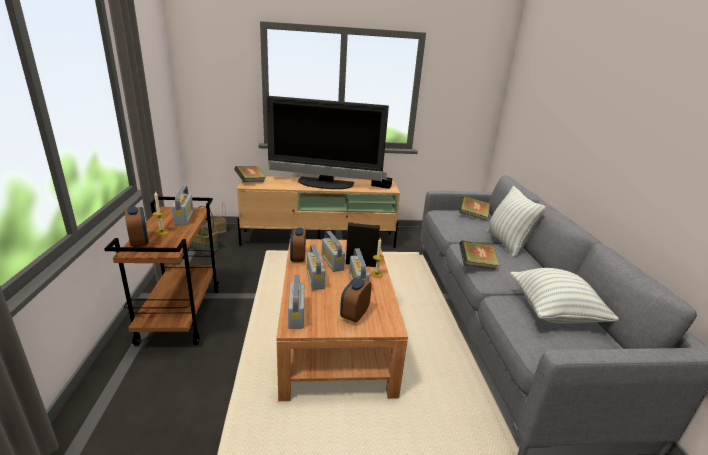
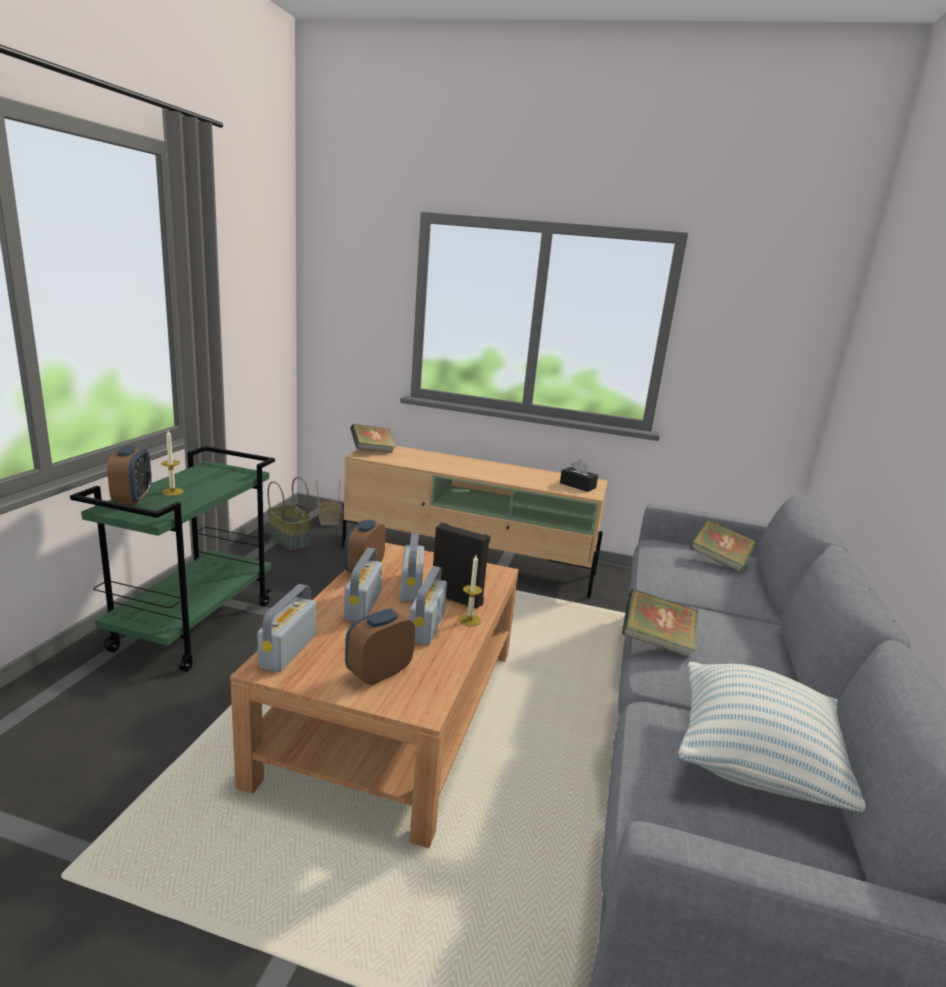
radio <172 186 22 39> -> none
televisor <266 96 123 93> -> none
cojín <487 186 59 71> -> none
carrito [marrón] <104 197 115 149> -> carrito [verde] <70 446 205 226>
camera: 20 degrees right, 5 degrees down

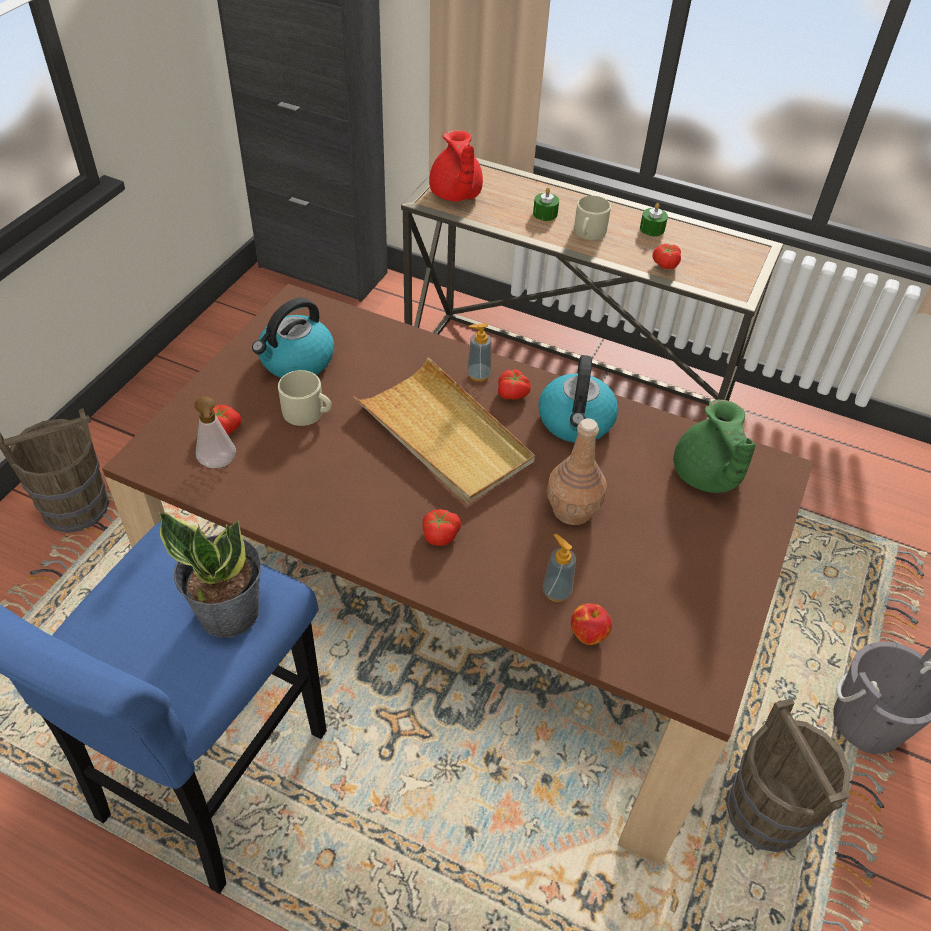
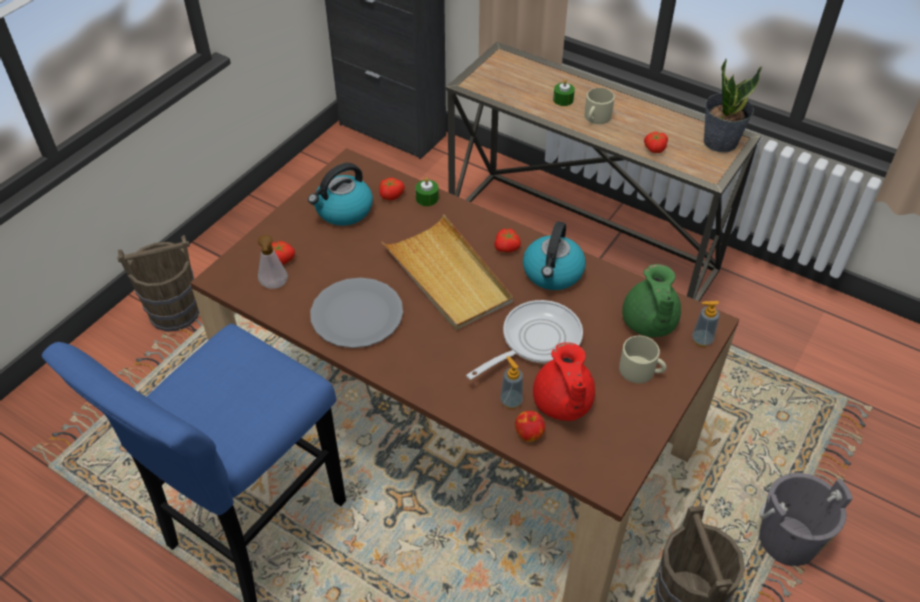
none -> plato [gris] <310 278 93 70>
planta en maceta <158 512 104 125> -> planta en maceta <704 58 58 95>, relocated
taza grande [beis] <278 370 54 56> -> taza grande [beis] <619 336 47 47>, relocated
tomate <422 509 39 37> -> tomate <379 178 26 23>, relocated
tetera [rojo] <429 130 54 72> -> tetera [rojo] <533 342 62 79>, relocated
dispensador de jabón <467 323 25 59> -> dispensador de jabón <692 301 28 46>, relocated
vela [verde] <640 203 28 33> -> vela [verde] <415 177 24 29>, relocated
botella [marrón] <547 418 60 107> -> sartén <466 300 117 80>
camera: 10 degrees right, 0 degrees up

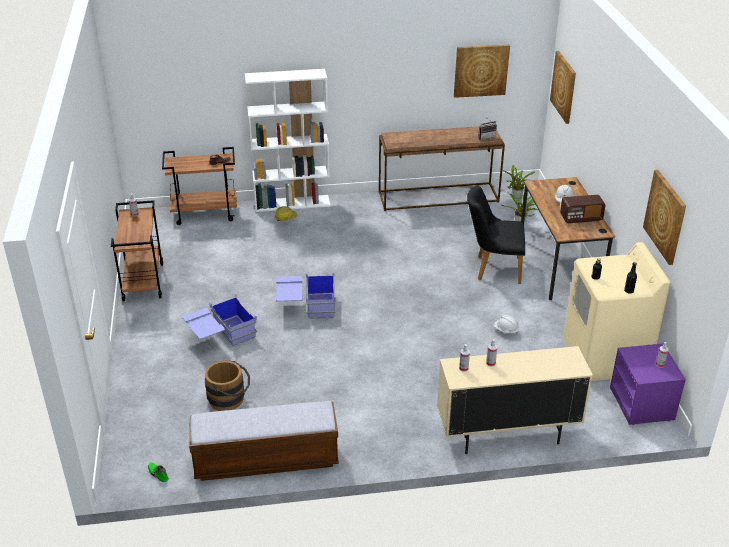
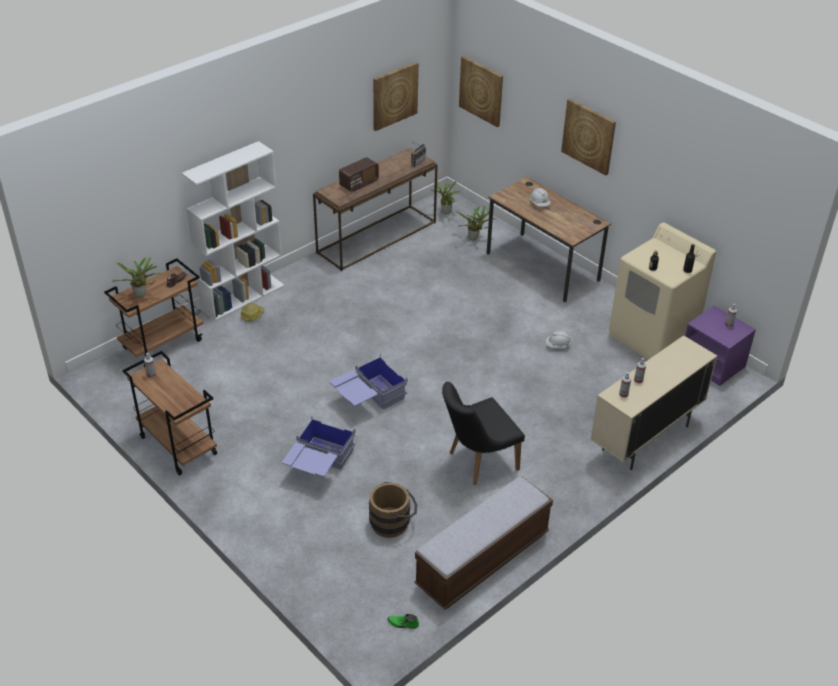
none -> planta en maceta <114 257 51 41>
silla [negro] <467 186 58 98> -> silla [negro] <442 382 83 103>, relocated
radio <560 195 46 28> -> radio <339 157 40 35>, relocated
cuadro <643 170 43 95> -> cuadro <561 99 55 77>, relocated
camera: 35 degrees left, 5 degrees up

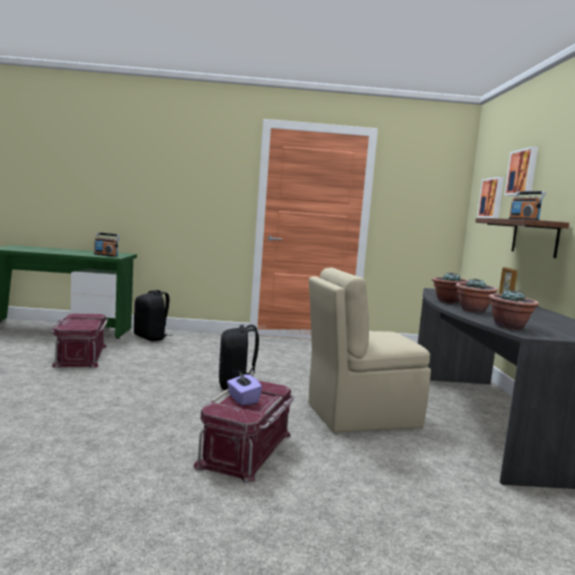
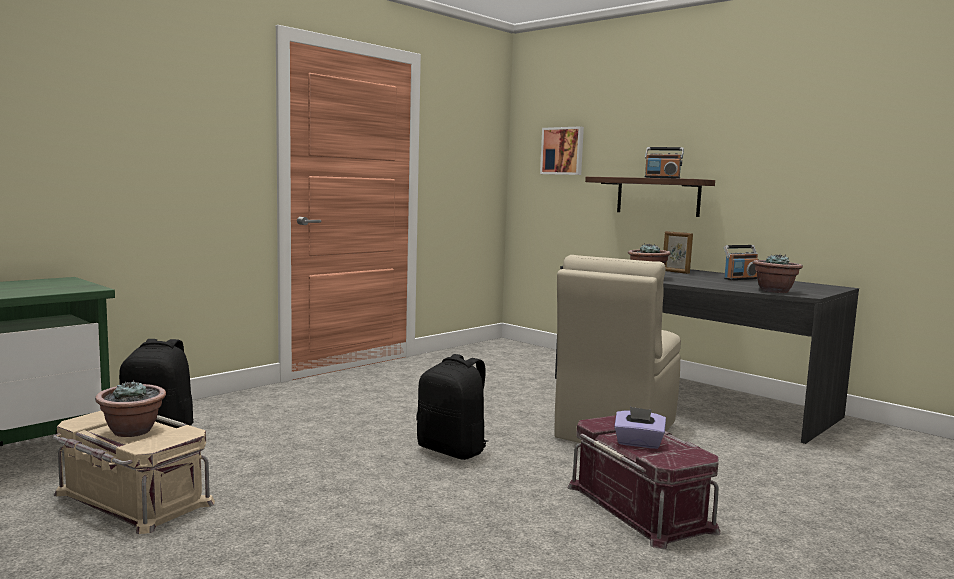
cuadro <504 146 34 50> -> none
radio <94 232 26 25> -> radio <724 245 35 35>, relocated
planta en maceta <455 278 43 35> -> planta en maceta <95 380 71 57>, relocated
caja de almacenaje [rojo] <51 314 57 54> -> caja de almacenaje [beis] <53 411 162 123>
camera: 45 degrees left, 0 degrees up

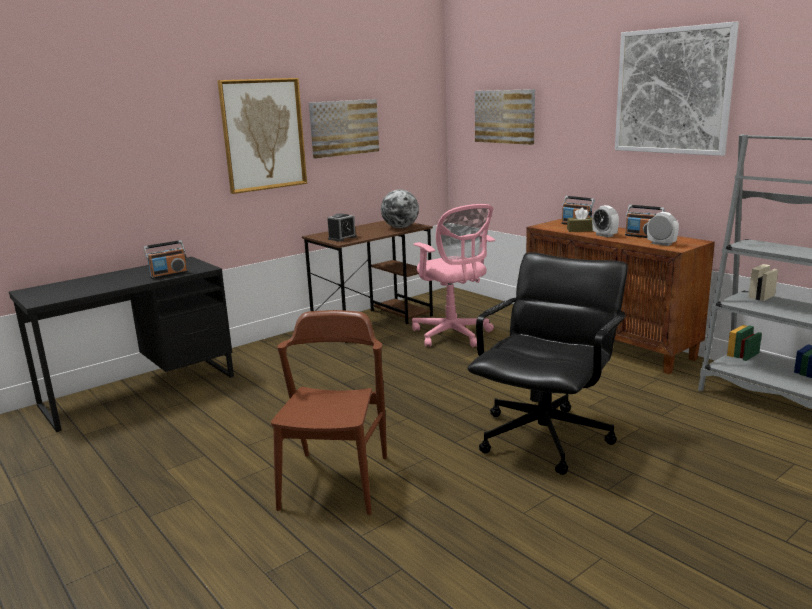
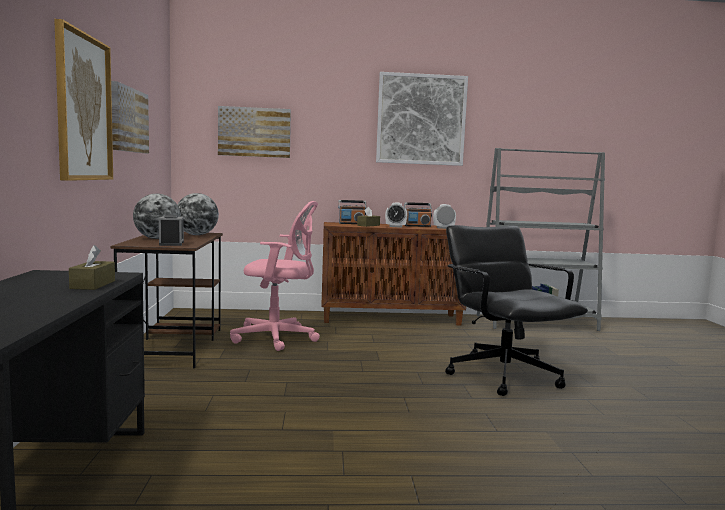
silla [marrón] <271 310 116 205> -> none
none -> globo terráqueo <133 194 48 45>
radio <143 240 45 39> -> caja de pañuelos [marrón] <69 245 46 45>
camera: 55 degrees left, 10 degrees down

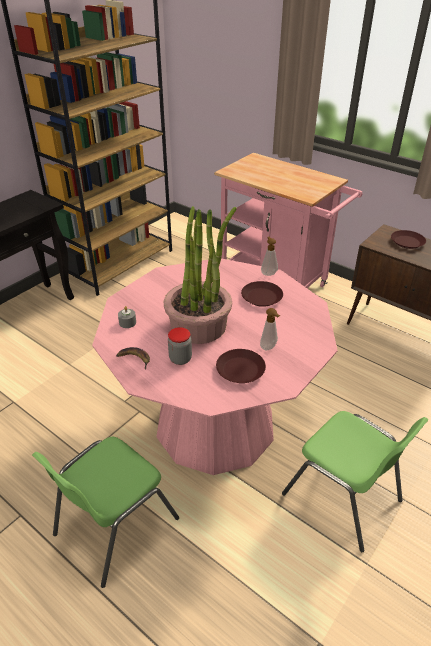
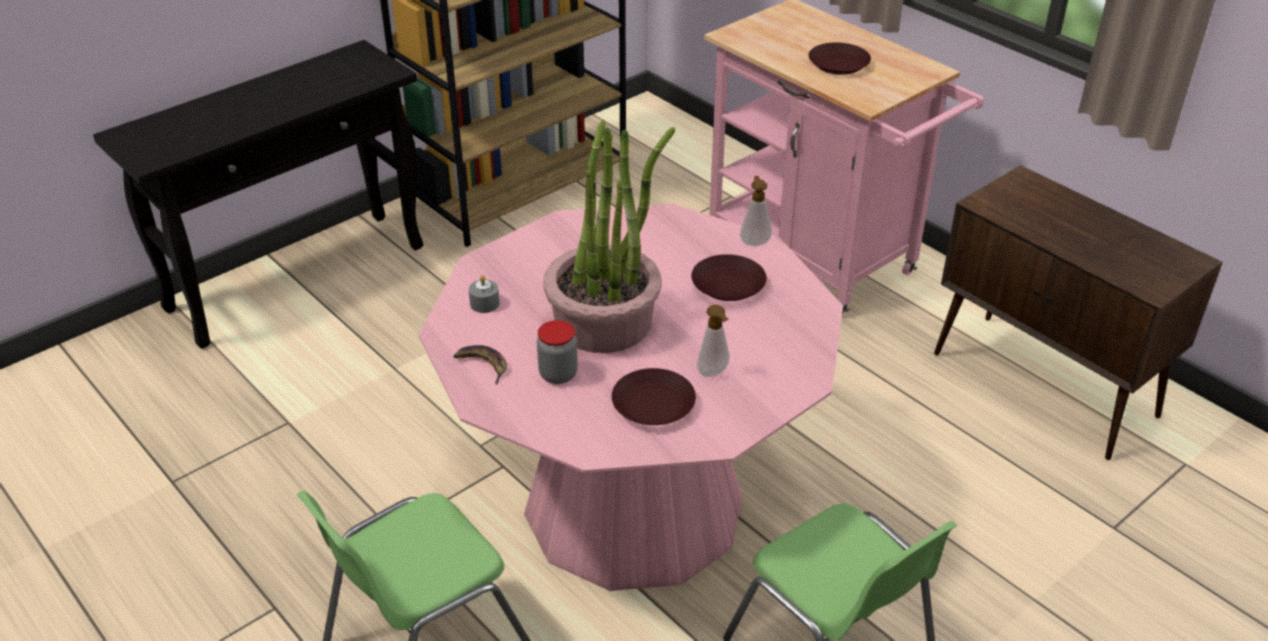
plato [marrón] <391 230 35 19> -> plato [marrón] <809 42 62 33>, relocated
camera: 10 degrees right, 0 degrees up

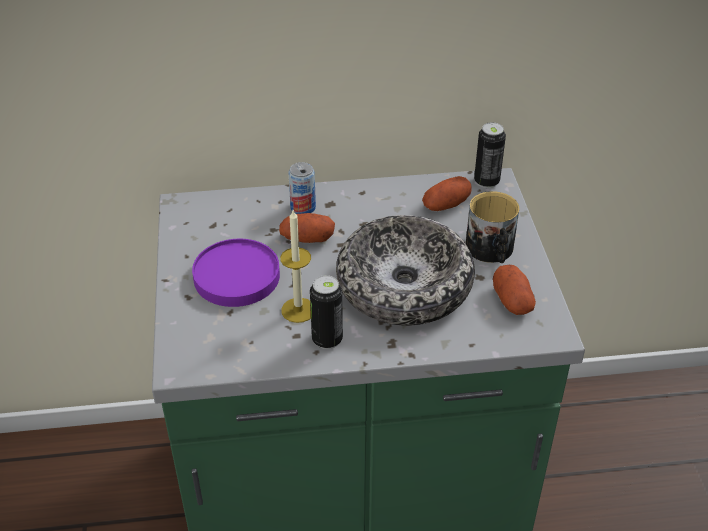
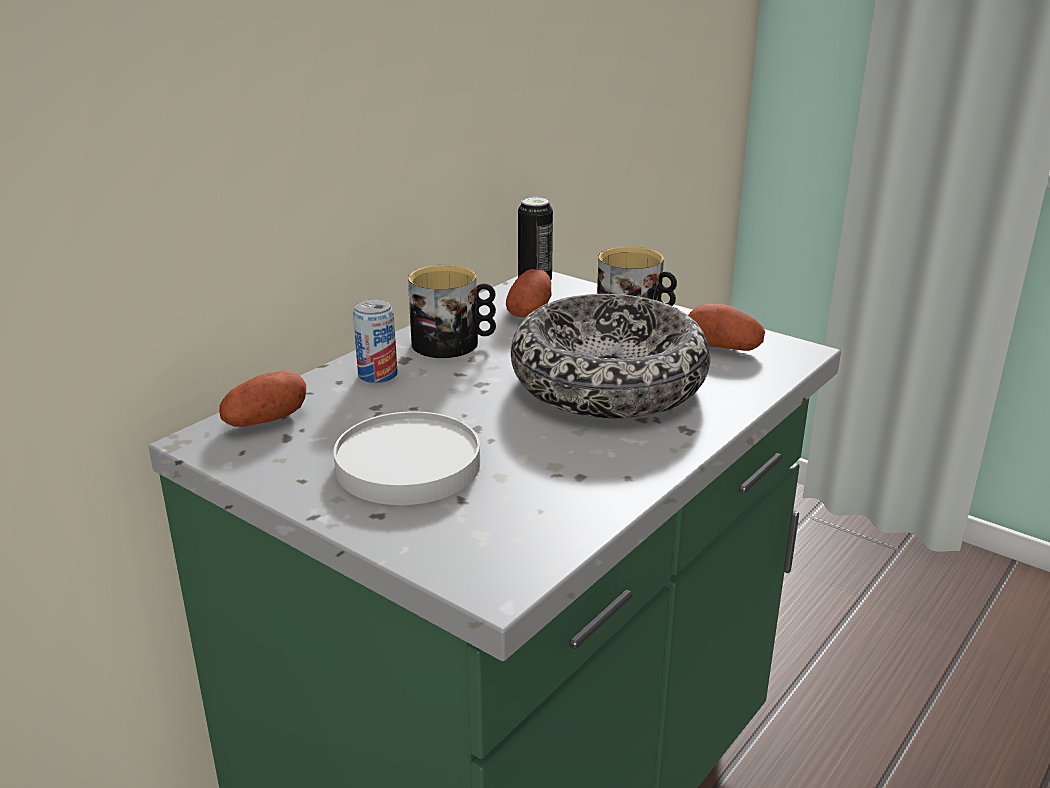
vela <280 210 31 113> -> none
lata <310 275 33 74> -> none
none -> taza grande <408 265 88 93>
patata <279 213 56 30> -> patata <219 370 87 57>, relocated
plato [morado] <192 239 88 68> -> plato [blanco] <334 411 146 94>
camera: 45 degrees left, 15 degrees down

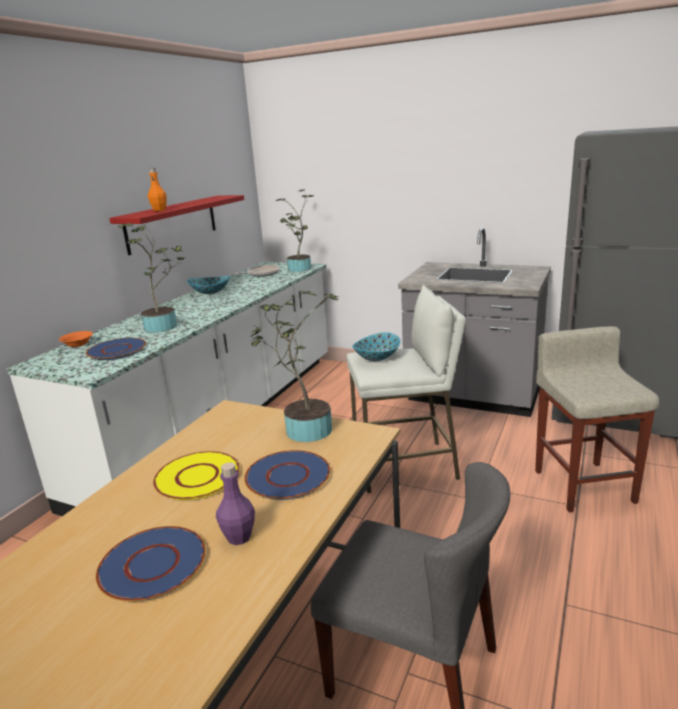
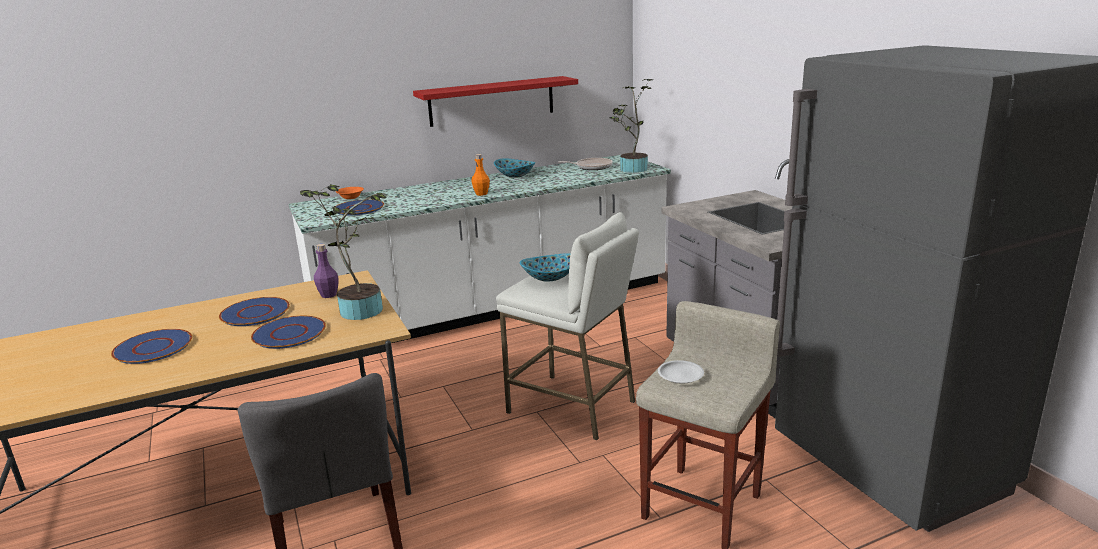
planta en maceta <118 223 69 110> -> none
none -> plato [blanco] <658 360 46 23>
botella [naranja] <148 168 19 43> -> botella [naranja] <471 154 19 42>, relocated
botella [morado] <216 462 39 83> -> botella [morado] <314 244 25 54>, relocated
plato [amarillo] <153 451 86 49> -> plato [azul] <219 297 71 29>
camera: 40 degrees right, 0 degrees up

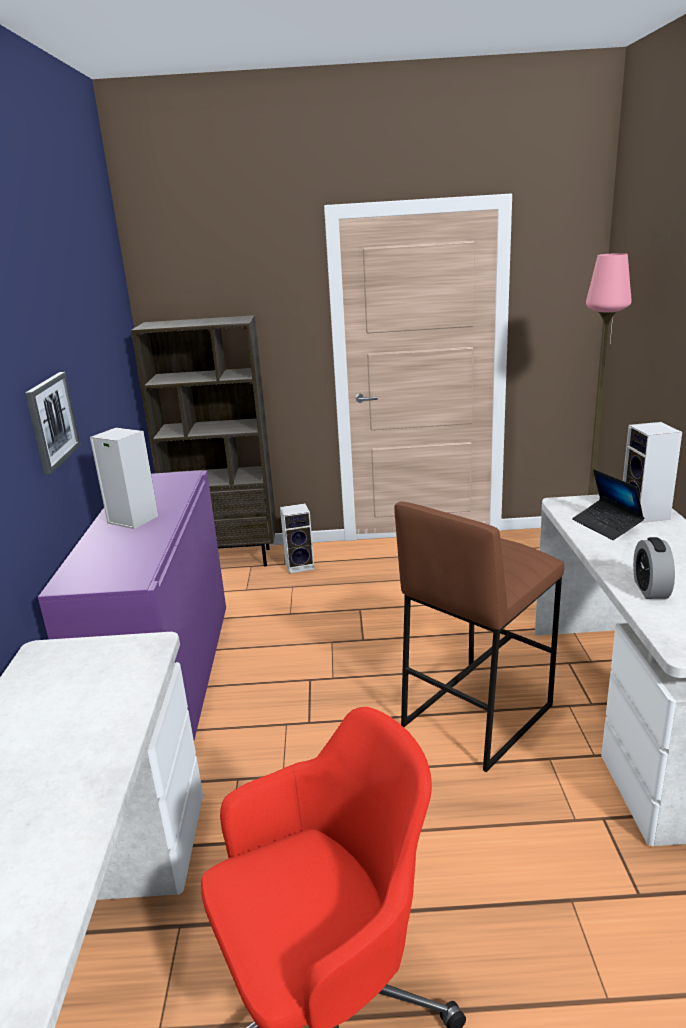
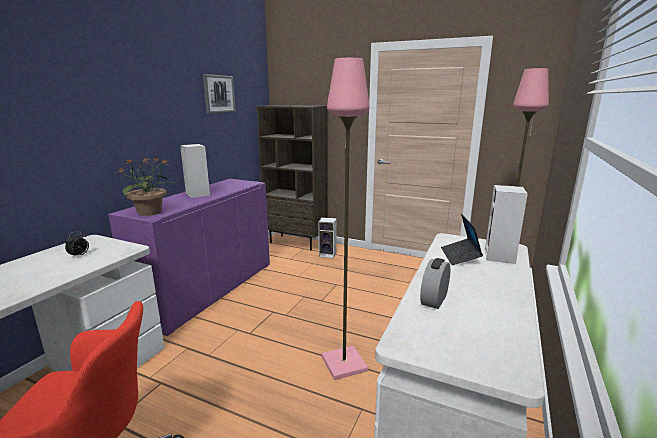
none -> despertador <65 231 24 27>
none -> planta en maceta <119 156 56 60>
cuadro <25 372 56 103> -> cuadro <203 74 33 40>, relocated
taburete [marrón] <394 501 170 271> -> lámpara de pie [rosa] <322 58 48 322>
camera: 25 degrees right, 5 degrees down

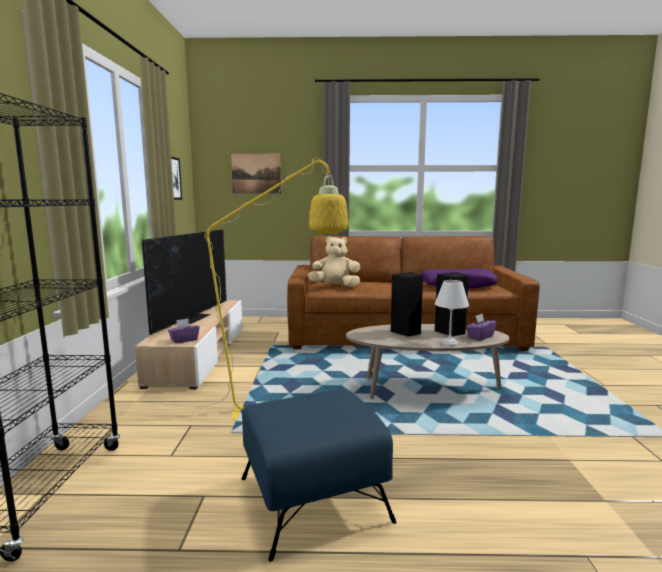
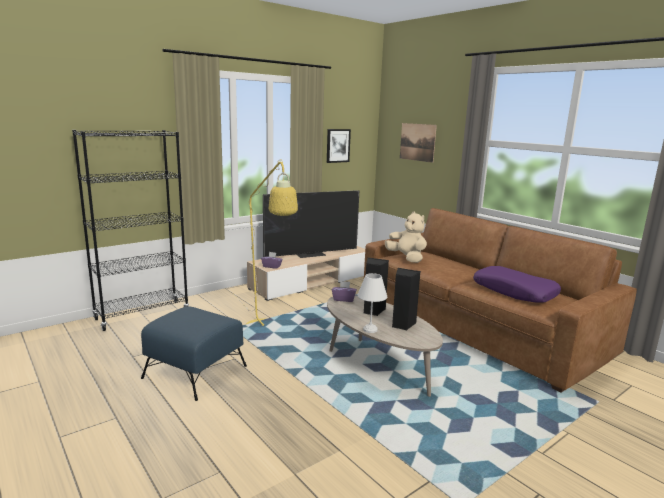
caja de pañuelos [morado] <466 313 31 28> -> caja de pañuelos [morado] <332 281 25 21>, relocated
camera: 50 degrees right, 5 degrees up

